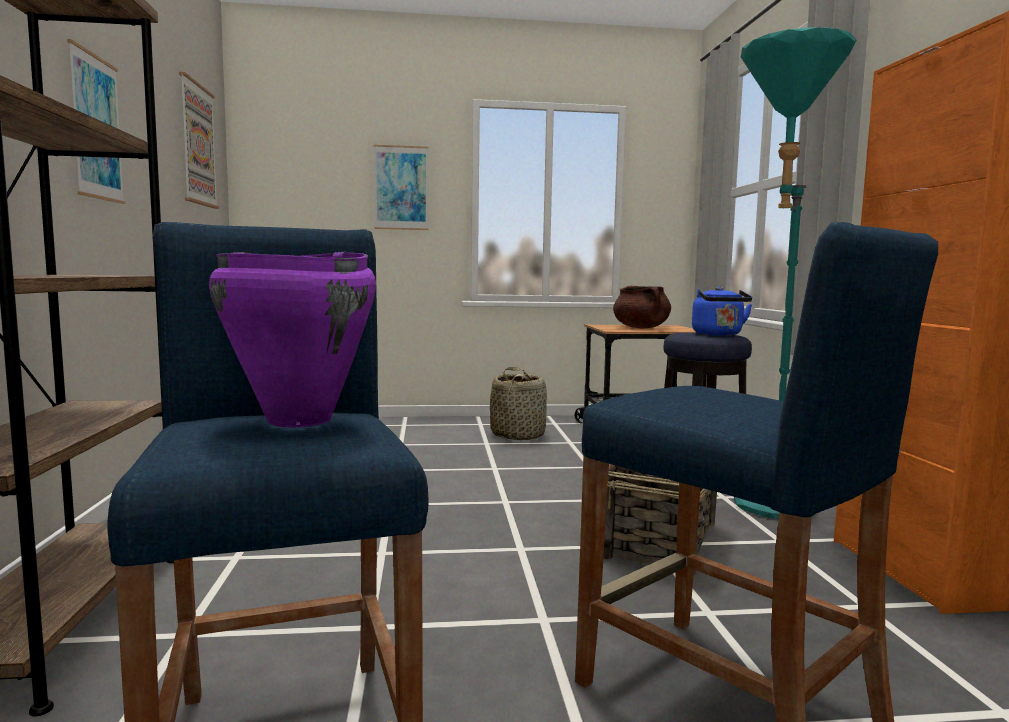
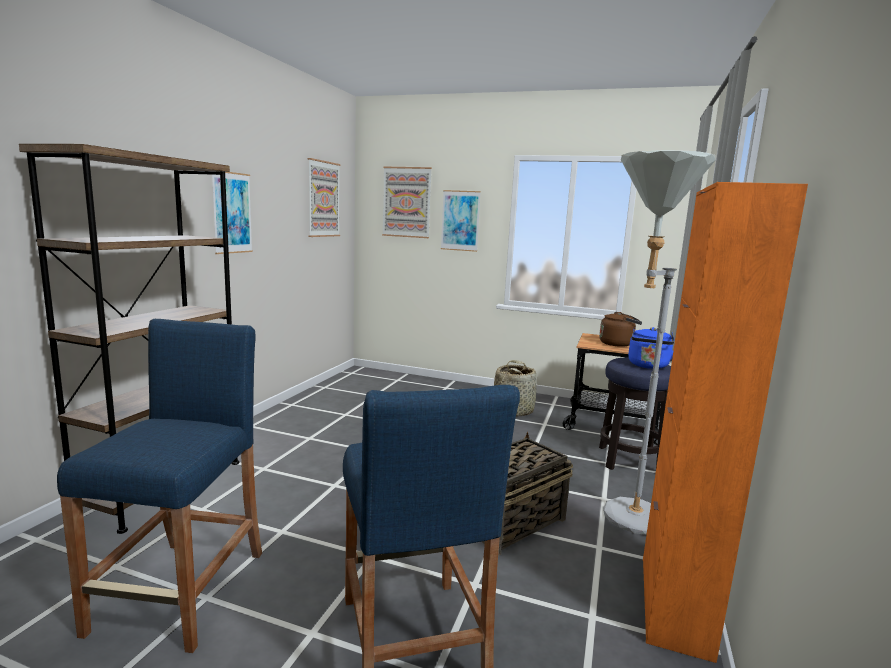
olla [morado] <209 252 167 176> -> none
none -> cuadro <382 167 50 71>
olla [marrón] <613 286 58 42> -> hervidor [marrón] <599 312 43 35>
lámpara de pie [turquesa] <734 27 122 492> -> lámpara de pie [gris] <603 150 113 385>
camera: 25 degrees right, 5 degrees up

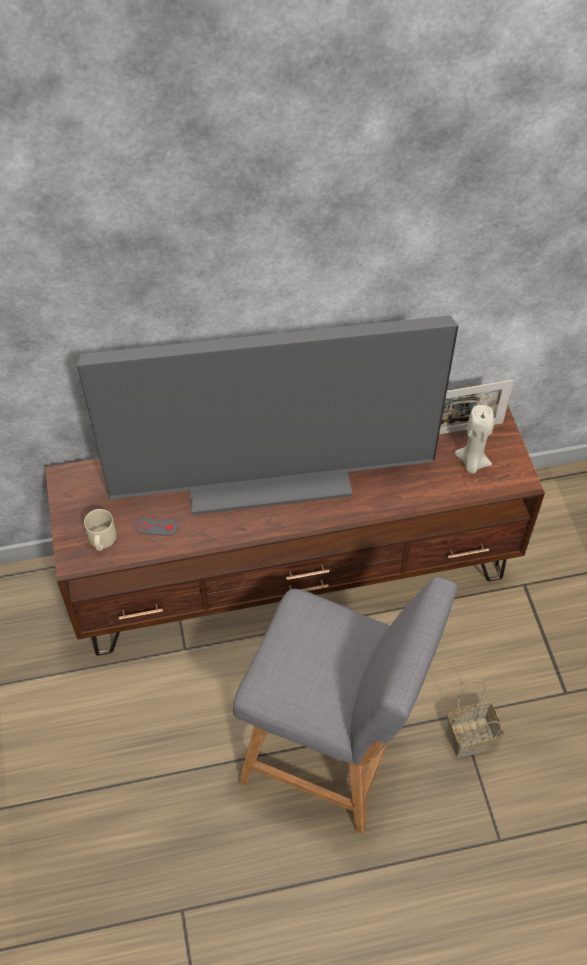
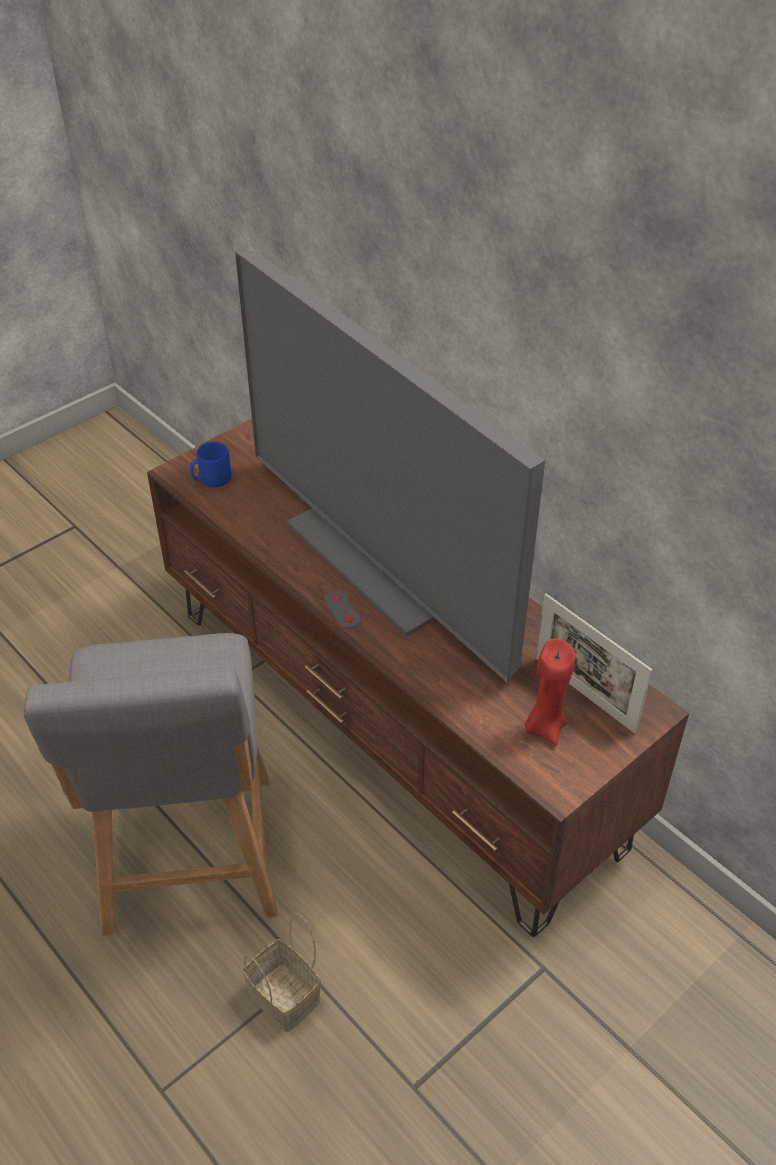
mando de consola [gris] <136 518 42 18> -> mando de consola [gris] <325 590 36 38>, relocated
taza grande [beis] <84 509 33 42> -> taza grande [azul] <190 441 42 46>
vela [beis] <454 405 40 69> -> vela [rojo] <525 638 51 107>
camera: 60 degrees right, 10 degrees down

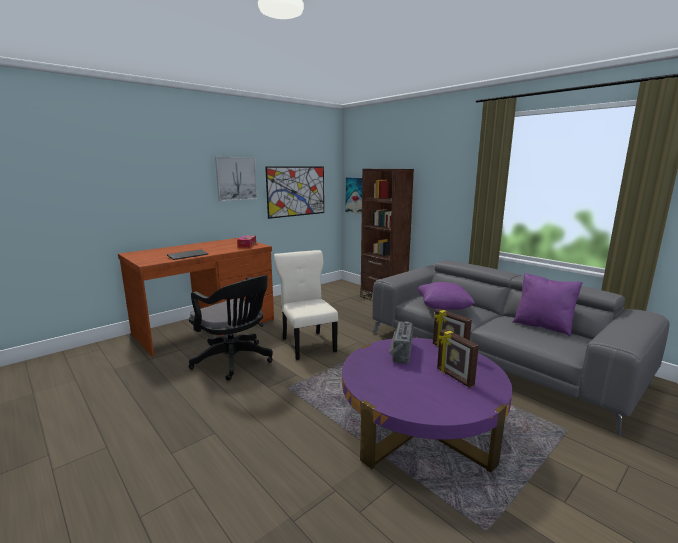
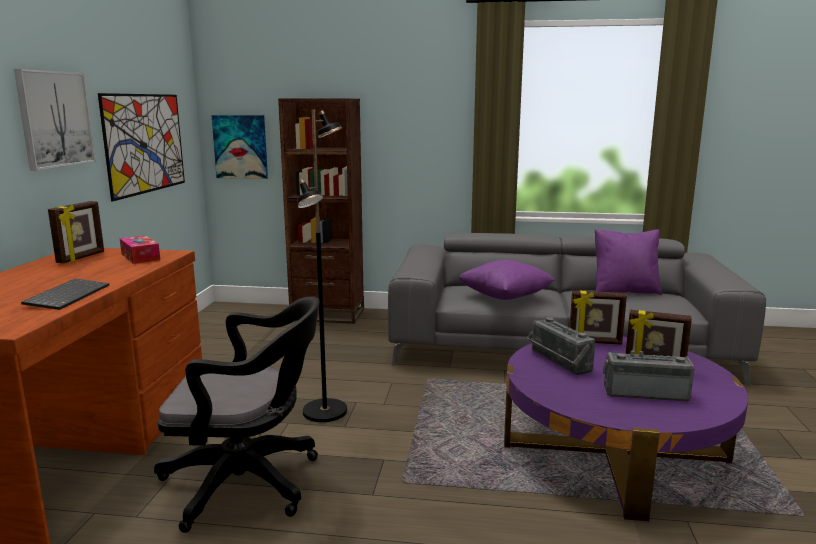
none -> portarretratos <48 201 56 63>
none -> radio <603 351 91 50>
silla [beis] <274 250 65 110> -> lámpara de pie [negro] <297 109 50 313>
camera: 40 degrees left, 0 degrees up

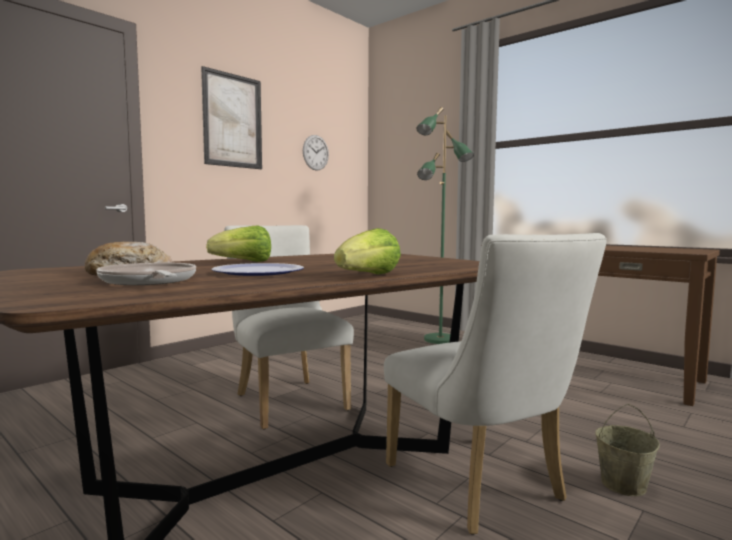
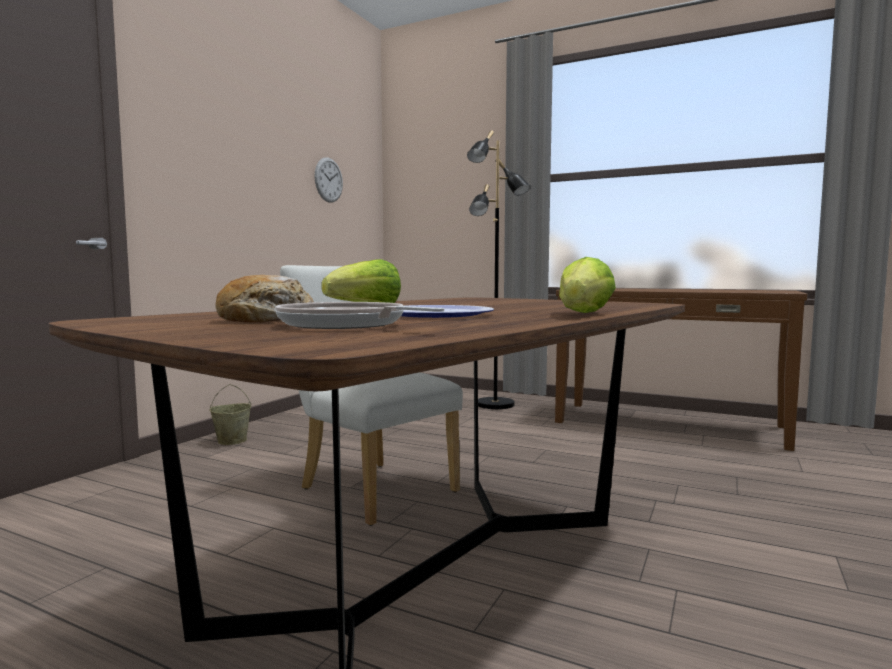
cuadro <201 66 61 103> -> none
silla [blanco] <384 233 223 302> -> none
cubo [beis] <595 404 65 92> -> cubo [beis] <210 384 41 61>, relocated
lámpara de pie [verde] <417 107 57 237> -> lámpara de pie [negro] <467 130 64 279>
camera: 15 degrees left, 0 degrees up

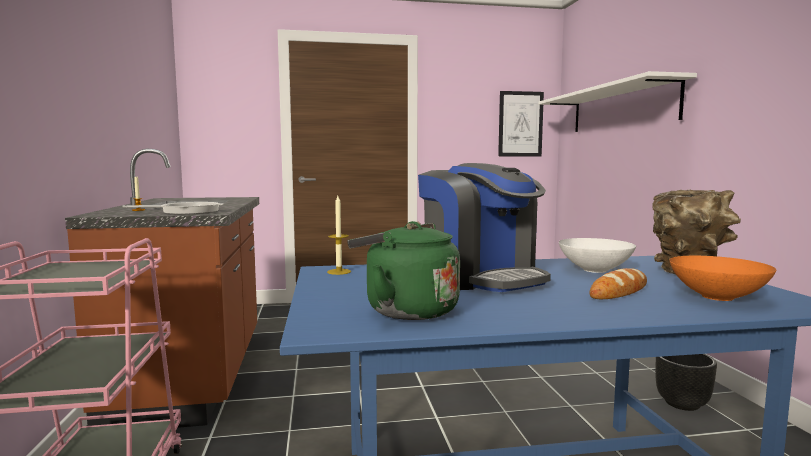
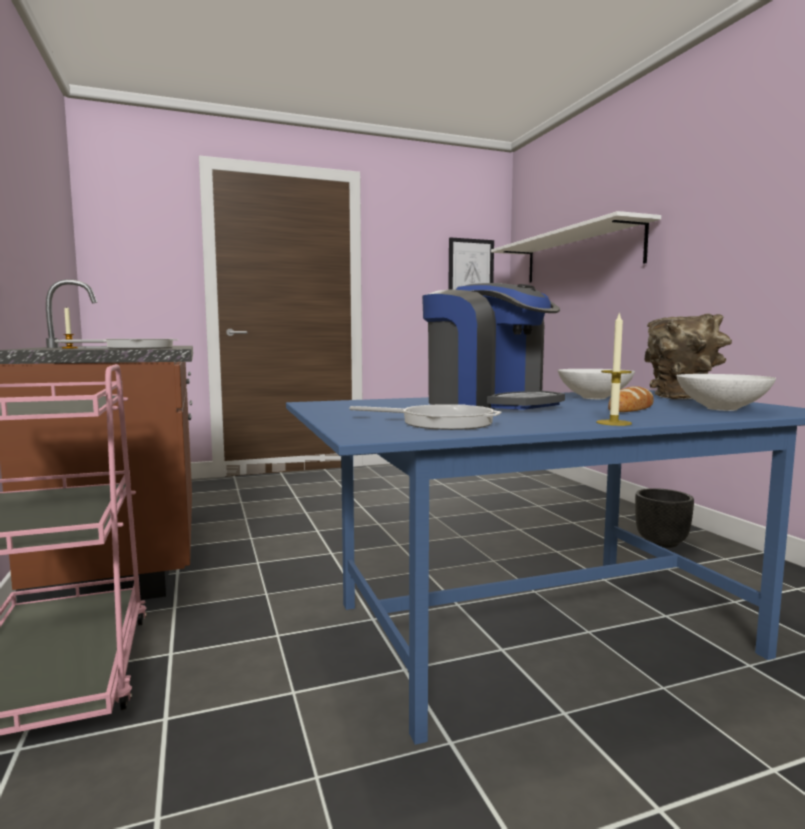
vela <327 196 24 79> -> vela <596 312 36 114>, relocated
hervidor [verde] <347 221 113 99> -> sartén <349 404 153 26>
cuenco [naranja] <669 256 107 45> -> cuenco [blanco] <676 374 100 37>
camera: 10 degrees left, 0 degrees up

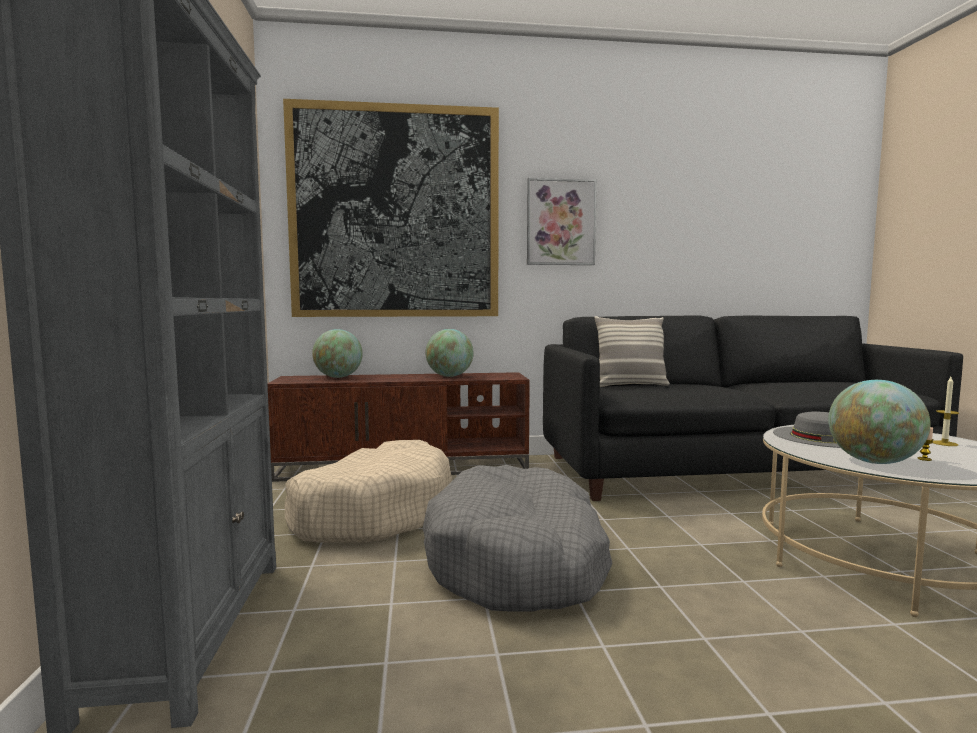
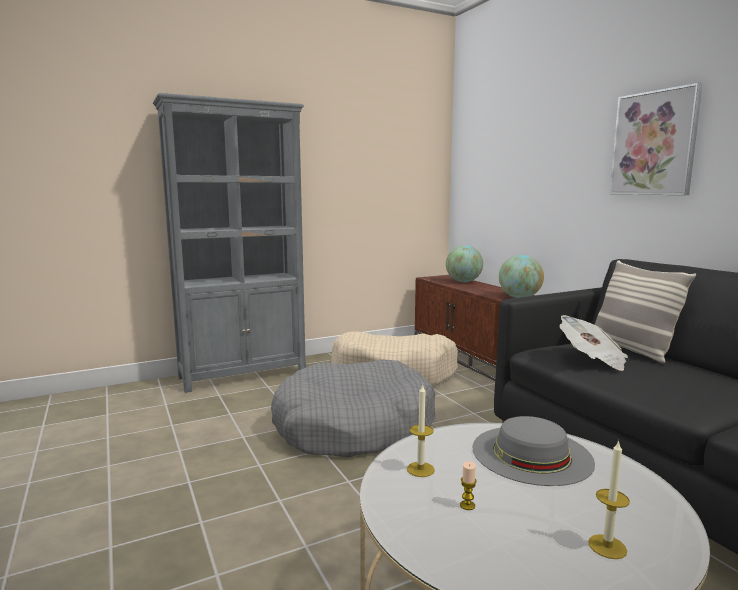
cuadro <283 99 216 218> -> none
none -> periódico <560 315 68 56>
globo terráqueo <828 380 103 84> -> vela <407 384 28 93>
camera: 70 degrees right, 5 degrees up

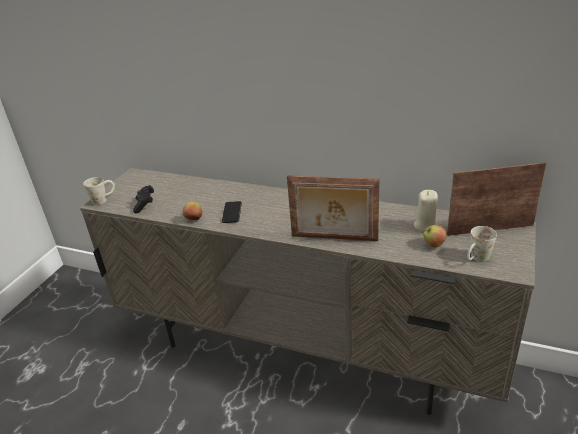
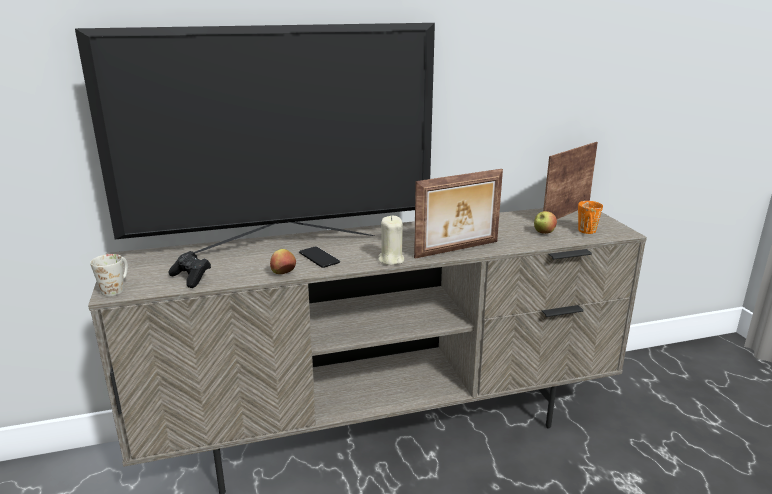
none -> televisor <75 23 360 230>
vela [beis] <414 190 24 41> -> vela [beis] <378 216 26 49>, relocated
taza grande [blanco] <467 226 30 36> -> taza grande [naranja] <578 201 25 33>
camera: 40 degrees left, 10 degrees down

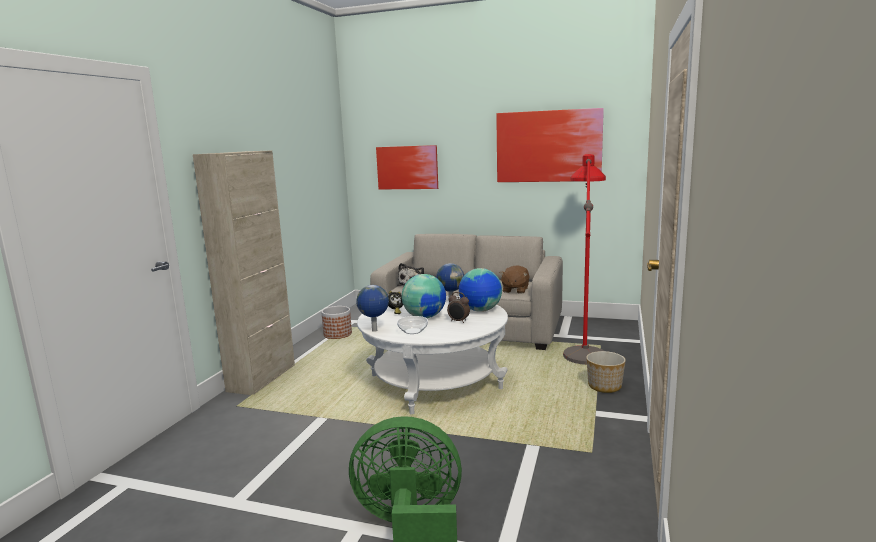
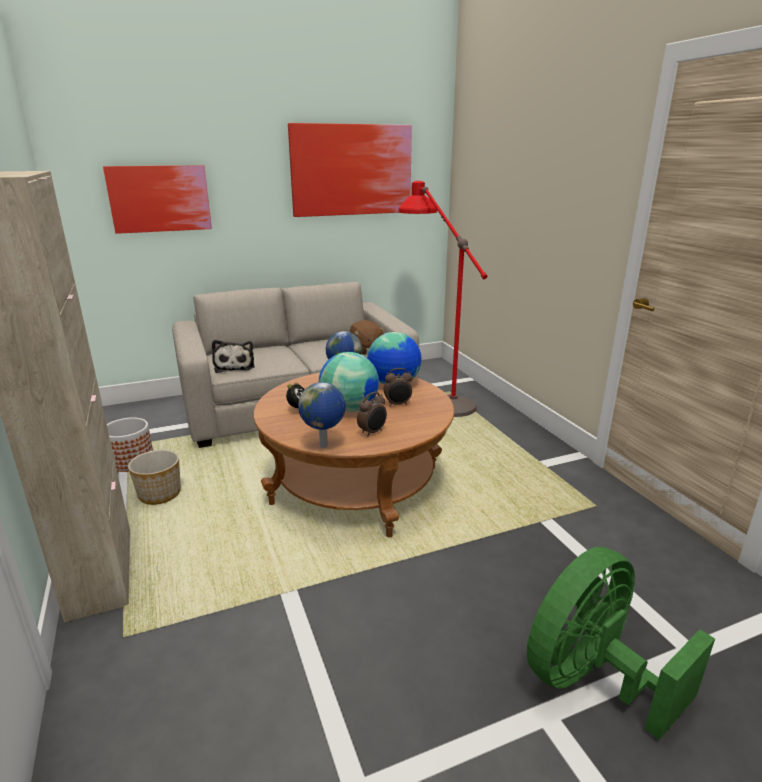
maceta <586 351 40 42> -> maceta <128 450 53 55>, relocated
cuenco <397 316 31 18> -> despertador <357 392 30 45>
mesa de centro [blanco] <357 295 151 119> -> mesa de centro [marrón] <254 373 200 165>
camera: 40 degrees left, 10 degrees up

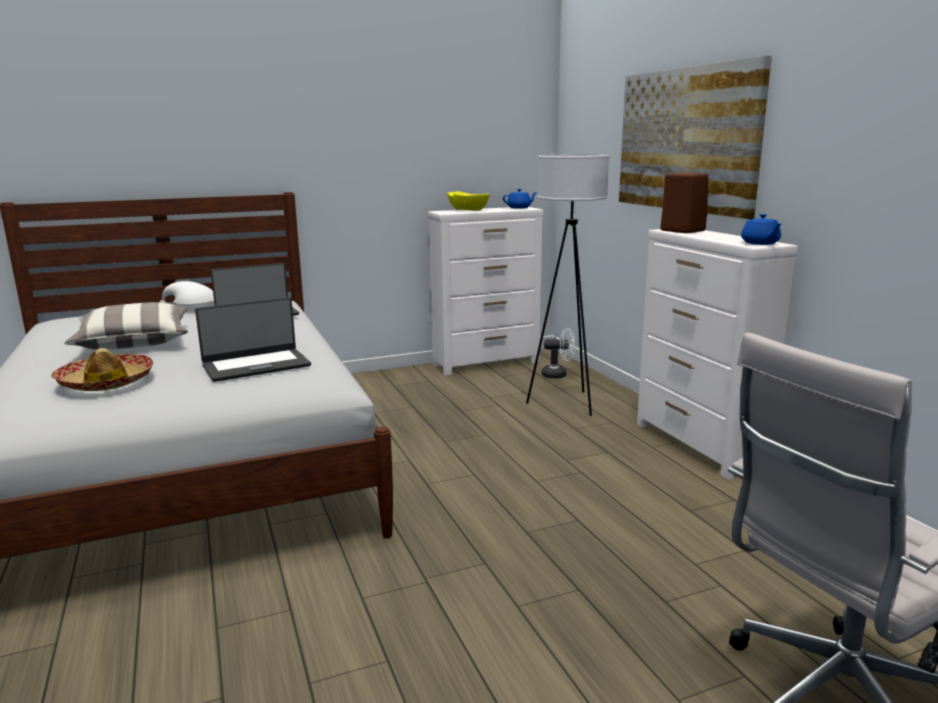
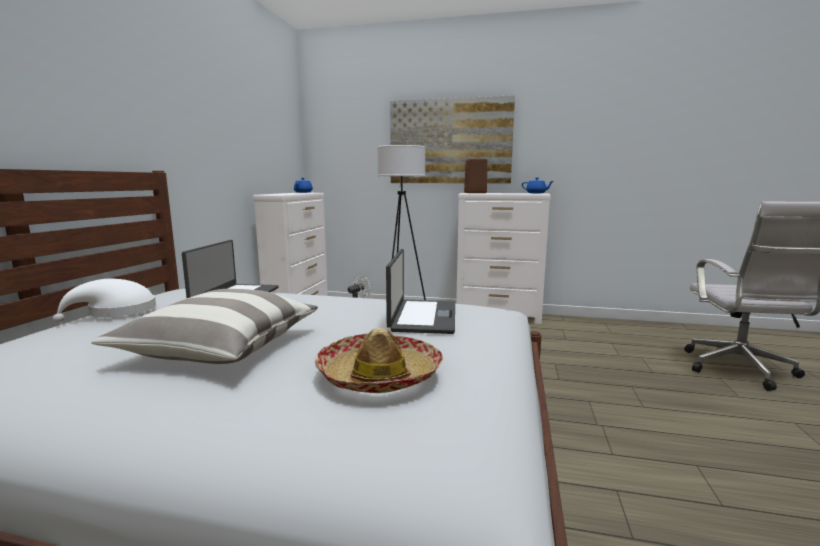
cuenco [amarillo] <447 191 43 20> -> none
camera: 55 degrees left, 5 degrees down

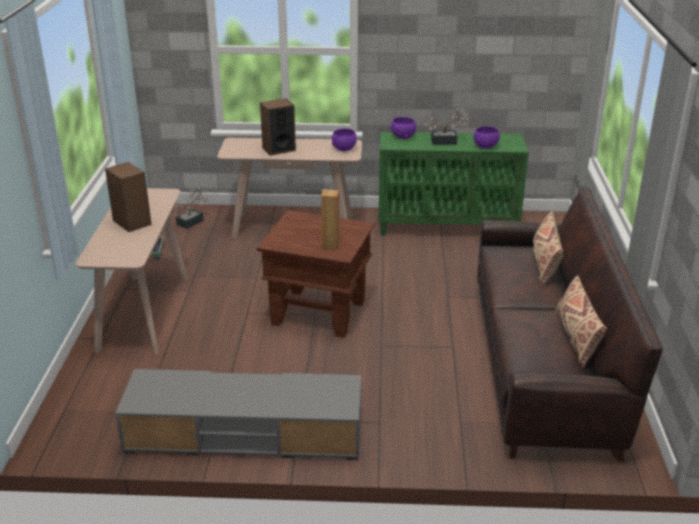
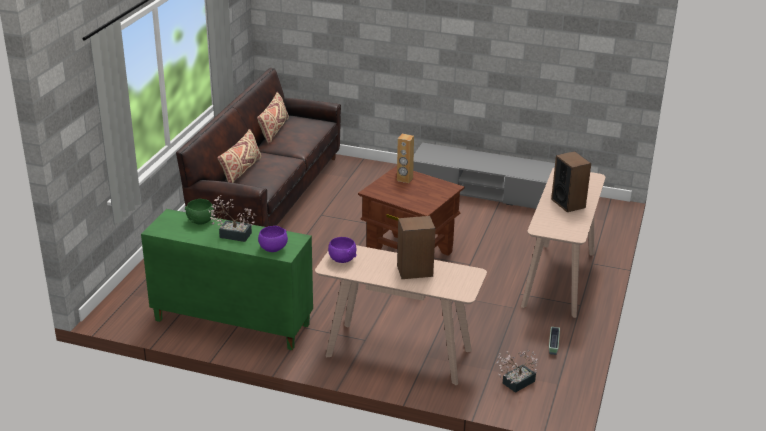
cuenco [morado] <473 126 27 23> -> cuenco [verde] <185 199 29 26>
camera: 165 degrees left, 0 degrees up

